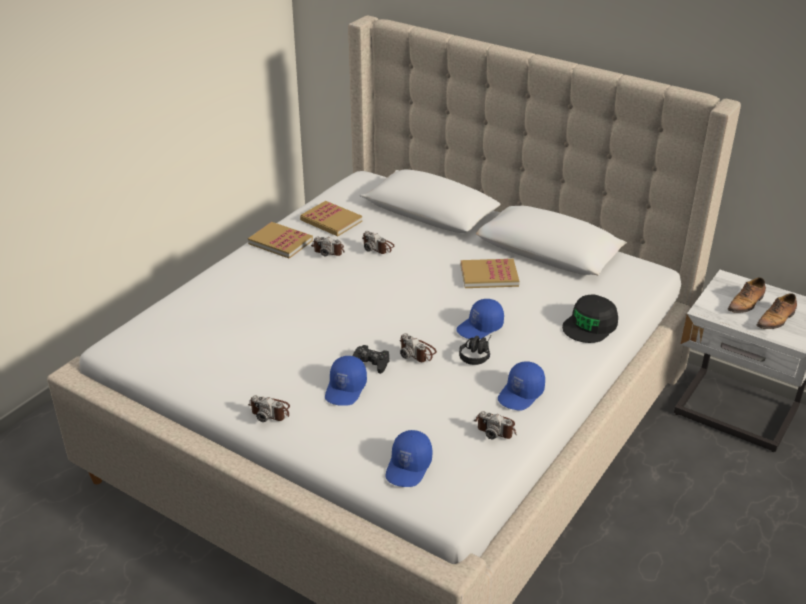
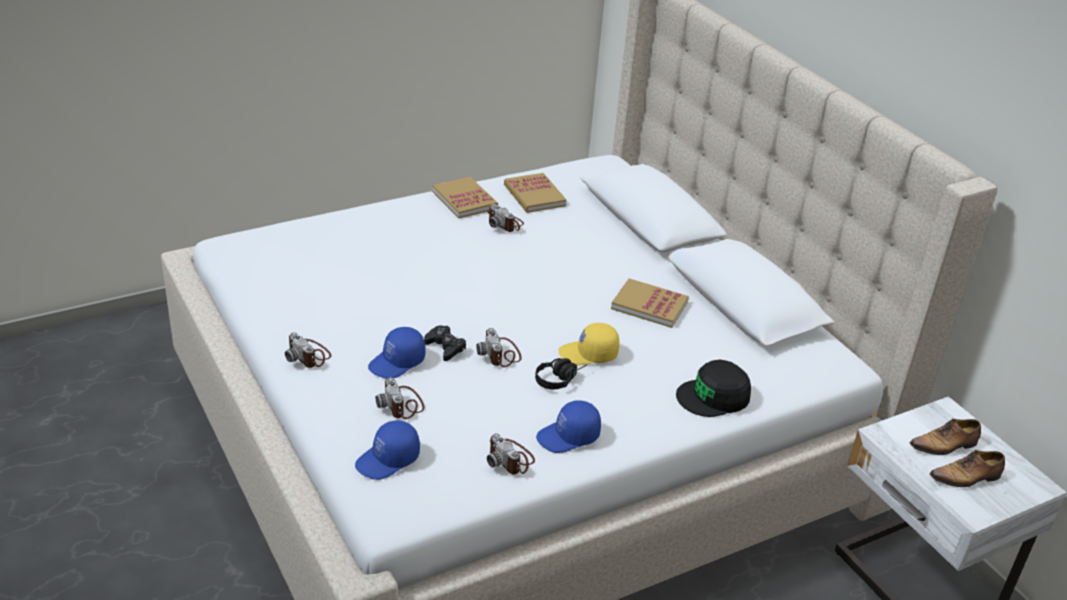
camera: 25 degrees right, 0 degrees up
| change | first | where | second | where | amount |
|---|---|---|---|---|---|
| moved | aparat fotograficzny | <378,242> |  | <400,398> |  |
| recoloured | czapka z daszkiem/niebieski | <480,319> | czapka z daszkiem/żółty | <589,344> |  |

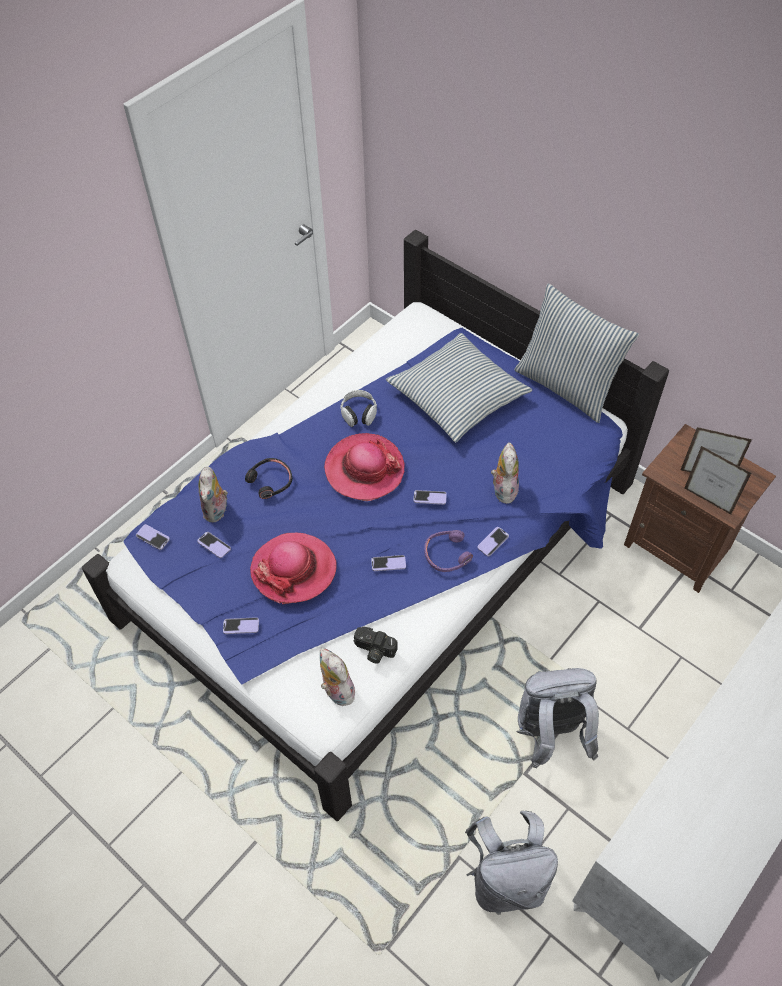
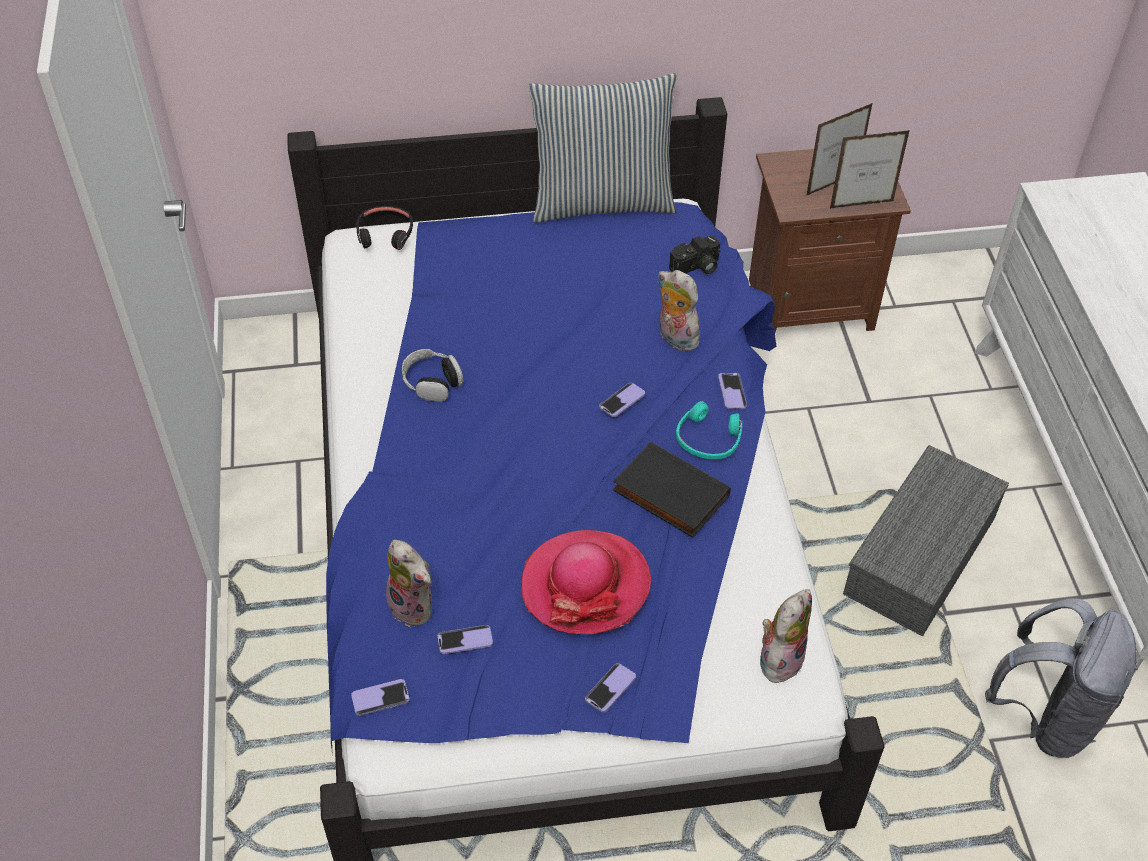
camera: 50 degrees left, 5 degrees down
| change | first | where | second | where | amount |
|---|---|---|---|---|---|
| moved | słuchawki/czarny | <268,478> |  | <384,228> |  |
| turned | pluszak | <338,677> |  | <786,636> | 120 degrees clockwise |
| removed | kapelusz | <364,467> |  |  |  |
| moved | aparat fotograficzny | <376,645> |  | <694,255> |  |
| replaced | telefon | <388,563> | książka/czarny | <672,490> |  |
| removed | poduszka | <459,388> |  |  |  |
| recoloured | słuchawki/fioletowy | <448,551> | słuchawki/turkusowy | <709,430> |  |
| replaced | plecak/szary | <558,718> | pojemnik do przechowywania/szary | <926,540> |  |

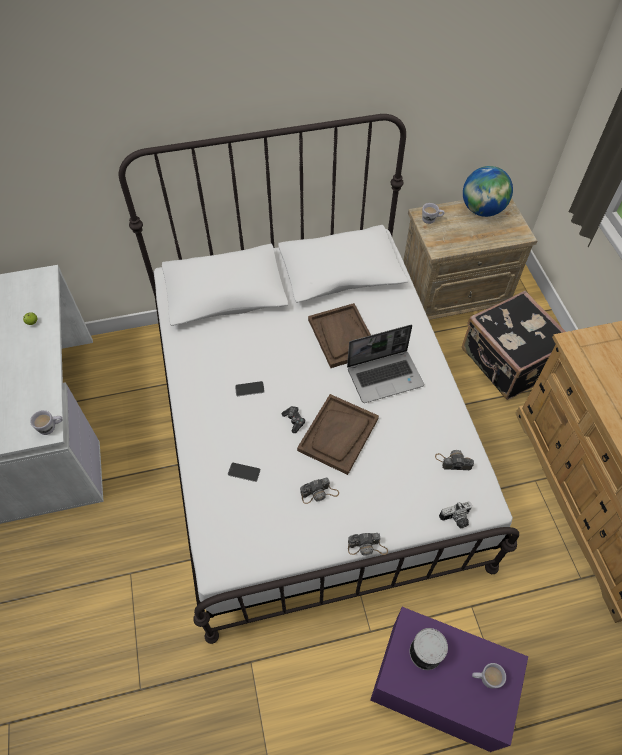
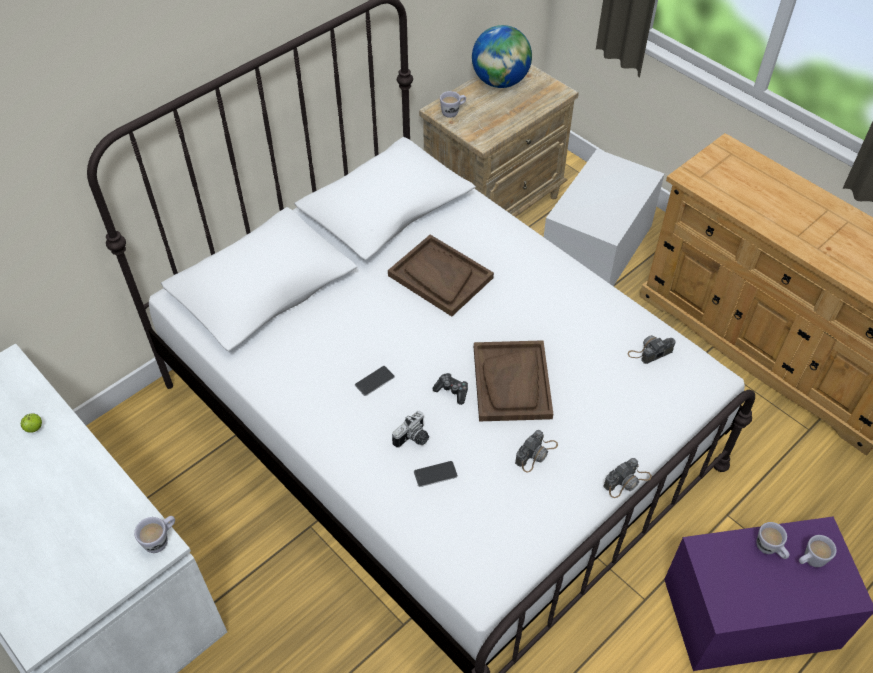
camera: 30 degrees left, 5 degrees down
| change | first | where | second | where | amount |
|---|---|---|---|---|---|
| removed | laptop | <385,364> |  |  |  |
| removed | puszka | <428,649> |  |  |  |
| moved | aparat fotograficzny | <455,514> |  | <410,429> |  |
| replaced | walizka/czarny | <514,345> | pojemnik do przechowywania/biały | <604,217> |  |
| added |  |  | kubek/biały | <772,540> |  |

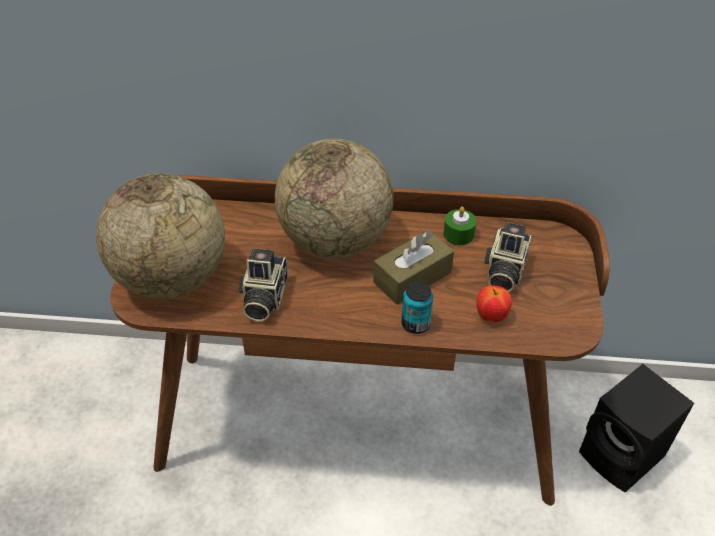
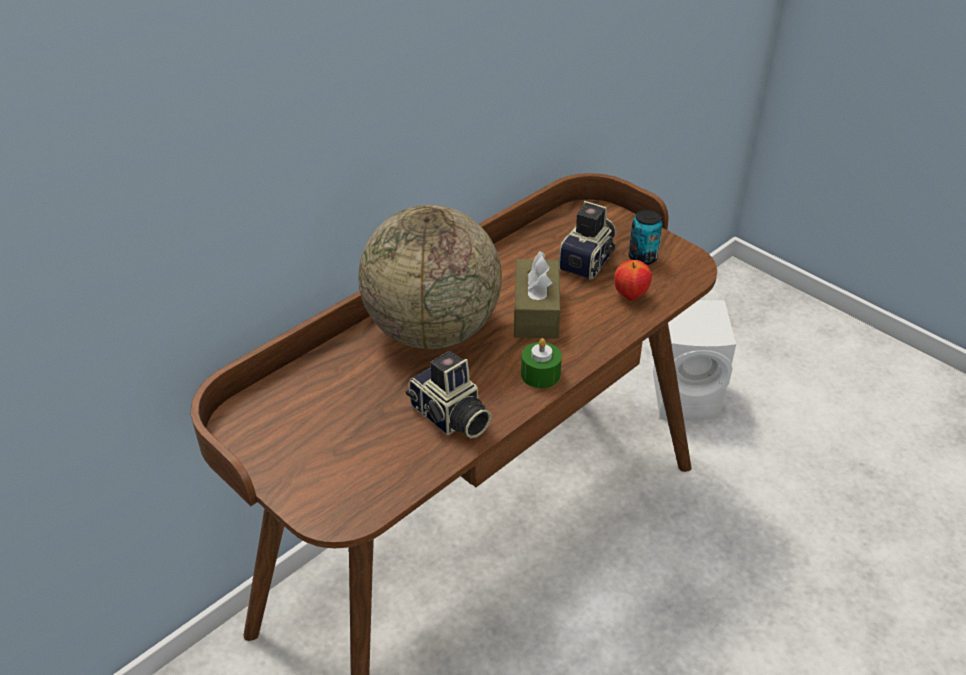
camera: 50 degrees left, 5 degrees down
| change | first | where | second | where | amount |
|---|---|---|---|---|---|
| removed | globus | <160,236> |  |  |  |
| moved | puszka | <417,308> |  | <645,237> |  |
| moved | świeca/zielony | <459,226> |  | <541,363> |  |
| turned | aparat fotograficzny | <508,257> |  | <587,240> | 120 degrees counterclockwise |
| recoloured | głośnik/czarny | <636,428> | głośnik/biały | <694,360> |  |

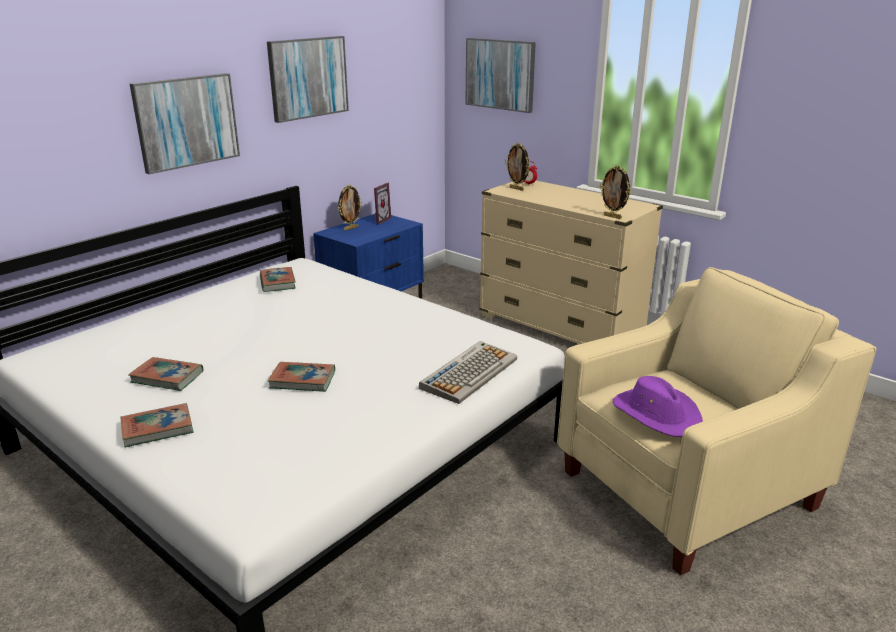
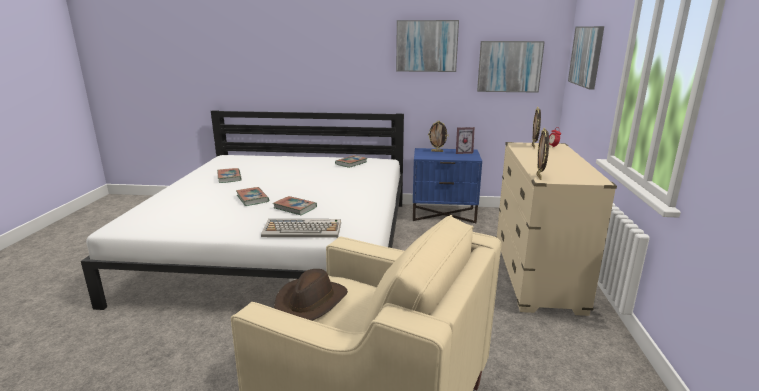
camera: 55 degrees right, 5 degrees down
| change | first | where | second | where | amount |
|---|---|---|---|---|---|
| moved | książka | <157,425> |  | <295,205> |  |
| moved | obraz | <185,123> |  | <511,67> |  |
| recoloured | kapelusz/fioletowy | <658,406> | kapelusz/brązowy | <311,295> |  |

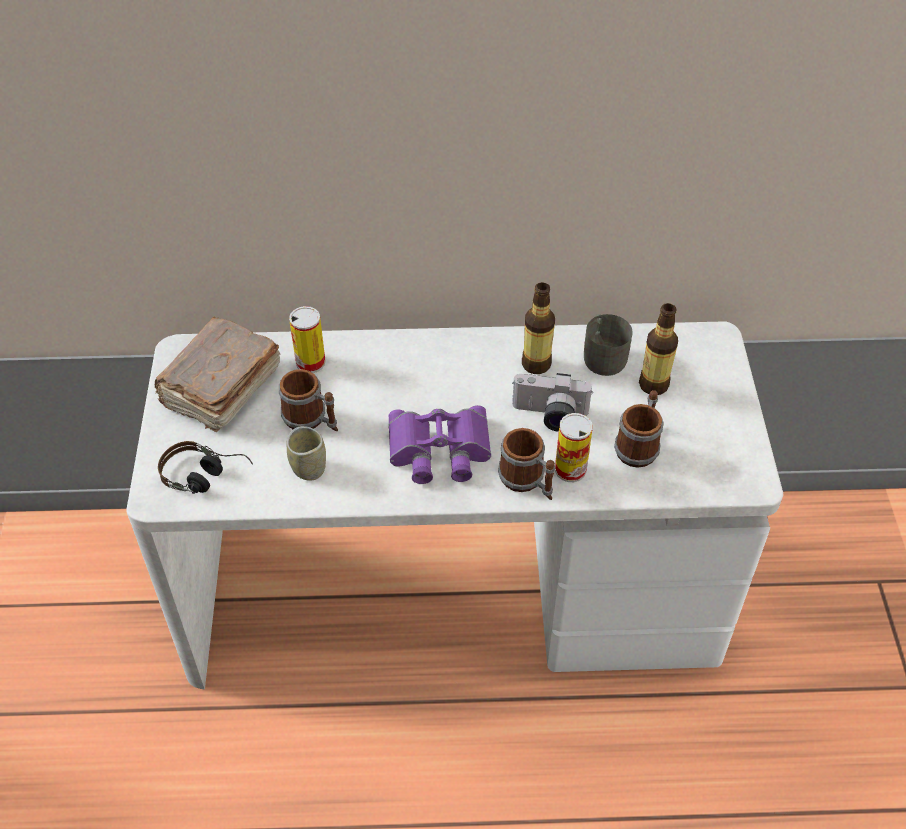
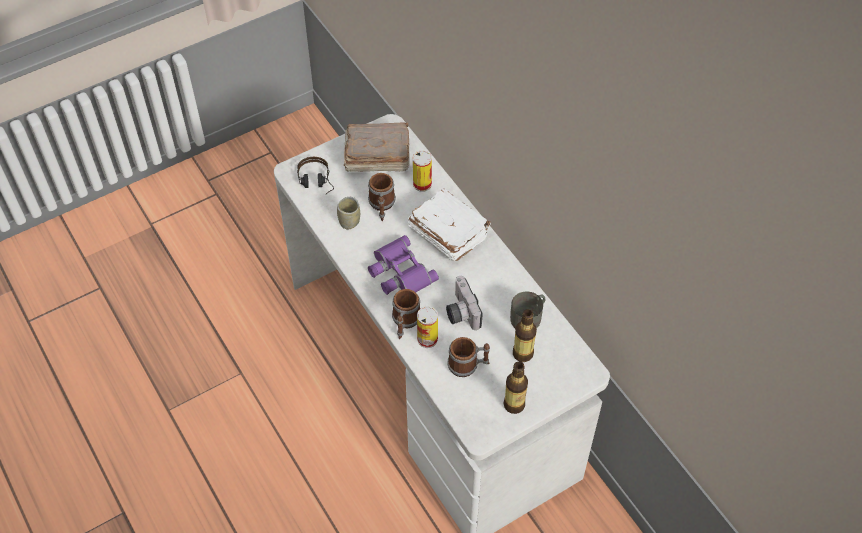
camera: 60 degrees right, 5 degrees up
| change | first | where | second | where | amount |
|---|---|---|---|---|---|
| moved | butelka | <538,328> |  | <515,388> |  |
| added |  |  | książka/biały | <449,225> |  |

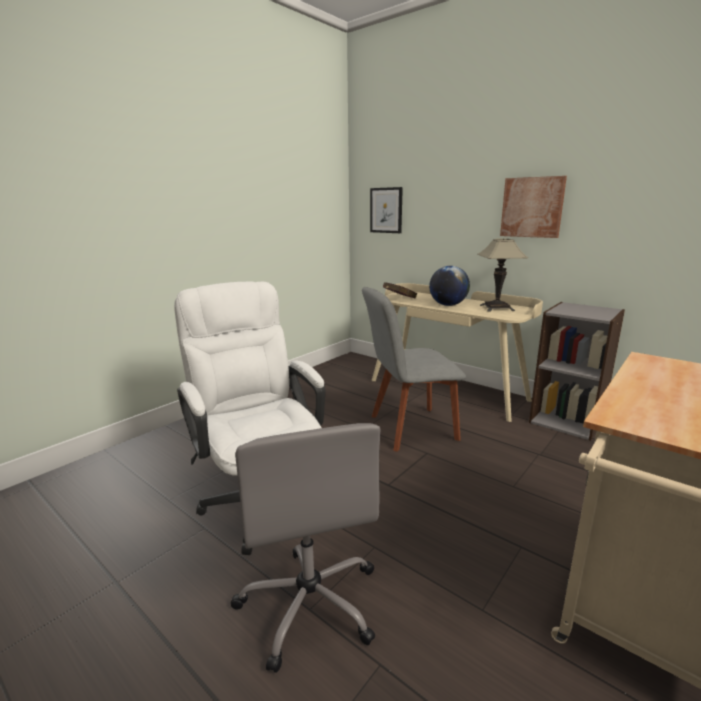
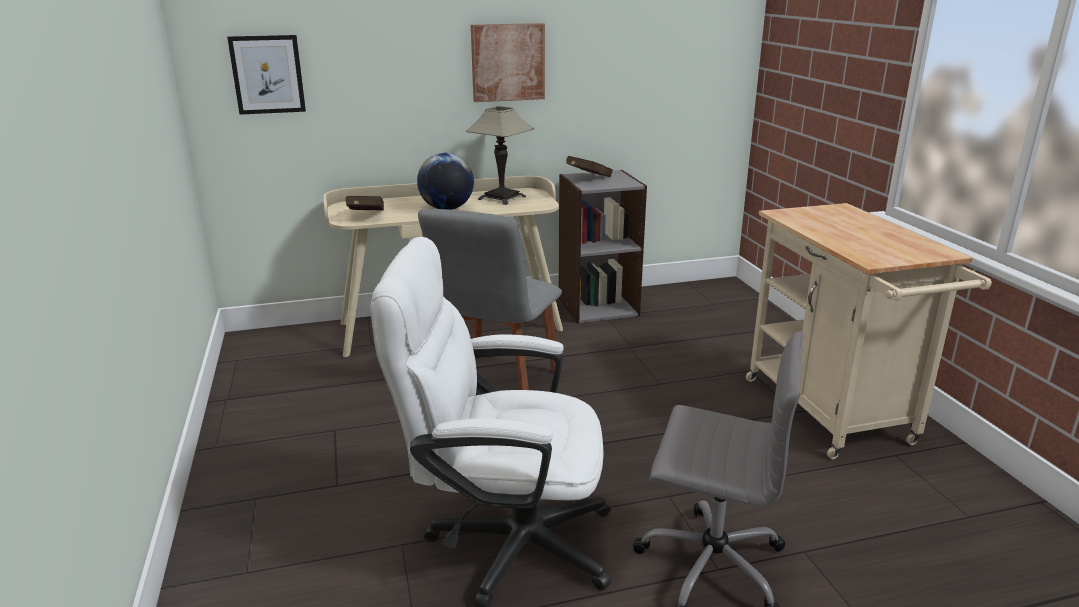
camera: 55 degrees left, 5 degrees up
| change | first | where | second | where | amount |
|---|---|---|---|---|---|
| added |  |  | książka/czerwony | <589,166> |  |

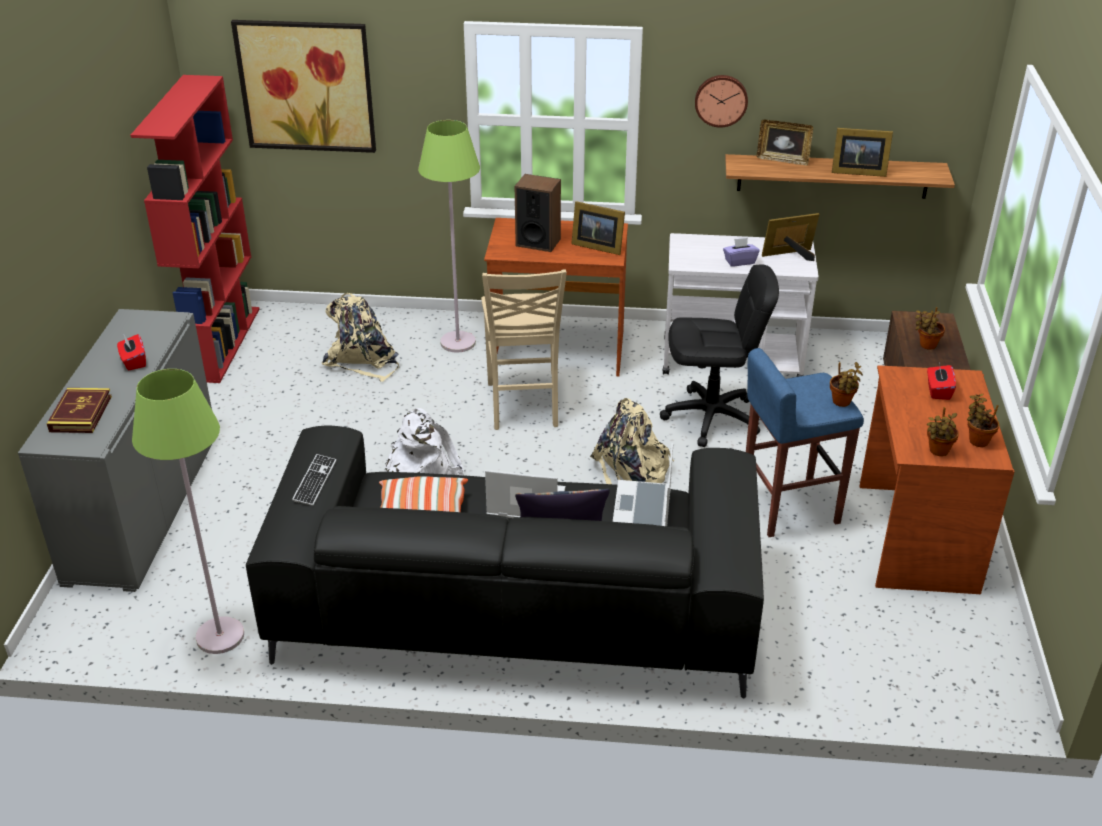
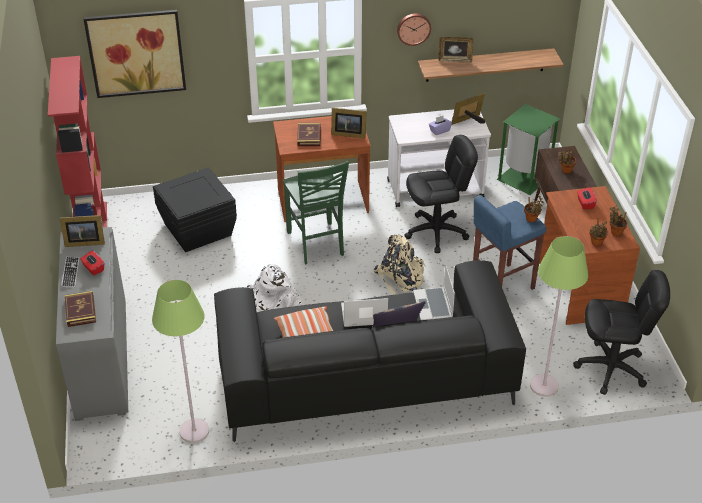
camera: 15 degrees left, 5 degrees up
| change | first | where | second | where | amount |
|---|---|---|---|---|---|
| moved | klawiatura | <314,480> |  | <70,272> |  |
| replaced | plecak/beżowy | <360,337> | pojemnik do przechowywania/czarny | <195,209> |  |
| moved | lampa stojąca/zielony | <449,236> |  | <559,316> |  |
| recoloured | krzesło/beżowy | <524,349> | krzesło/zielony | <316,212> |  |
| replaced | głośnik | <538,213> | książka | <309,134> |  |
| moved | ramka na zdjęcie | <862,152> |  | <82,231> |  |
| added |  |  | kosz na śmieci/zielony | <528,149> |  |
| added |  |  | krzesło biurowe/czarny | <621,332> |  |

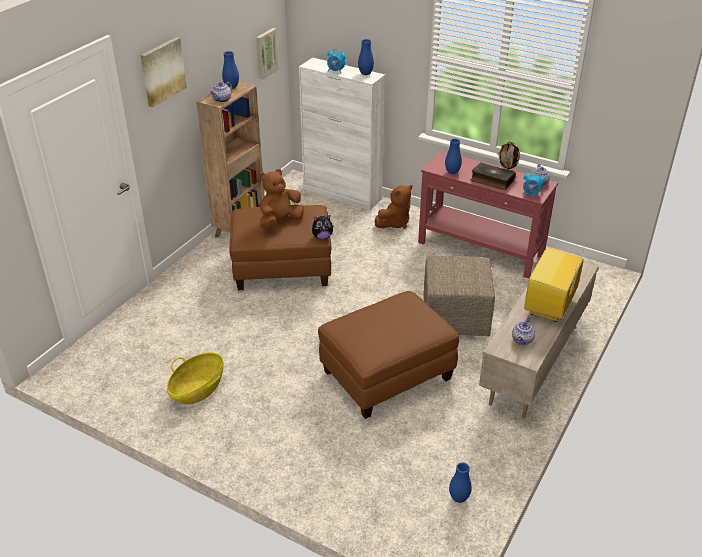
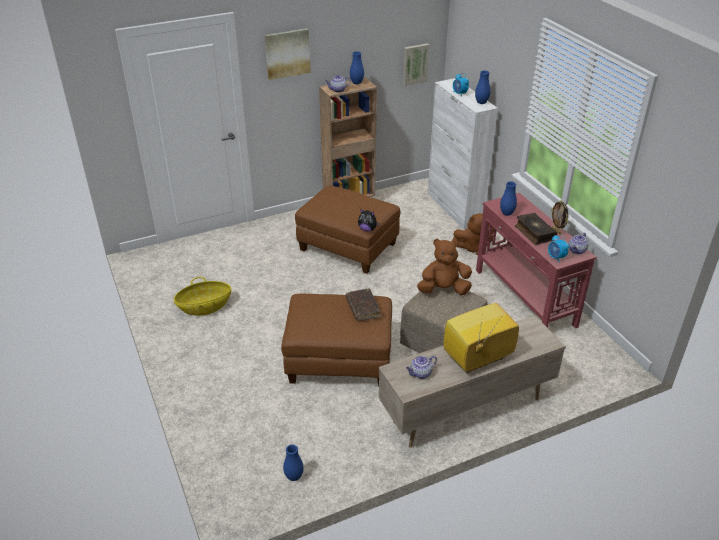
camera: 35 degrees right, 0 degrees up
| change | first | where | second | where | amount |
|---|---|---|---|---|---|
| moved | pluszak/brązowy | <282,198> |  | <444,267> |  |
| added |  |  | książka/brązowy | <363,305> |  |

